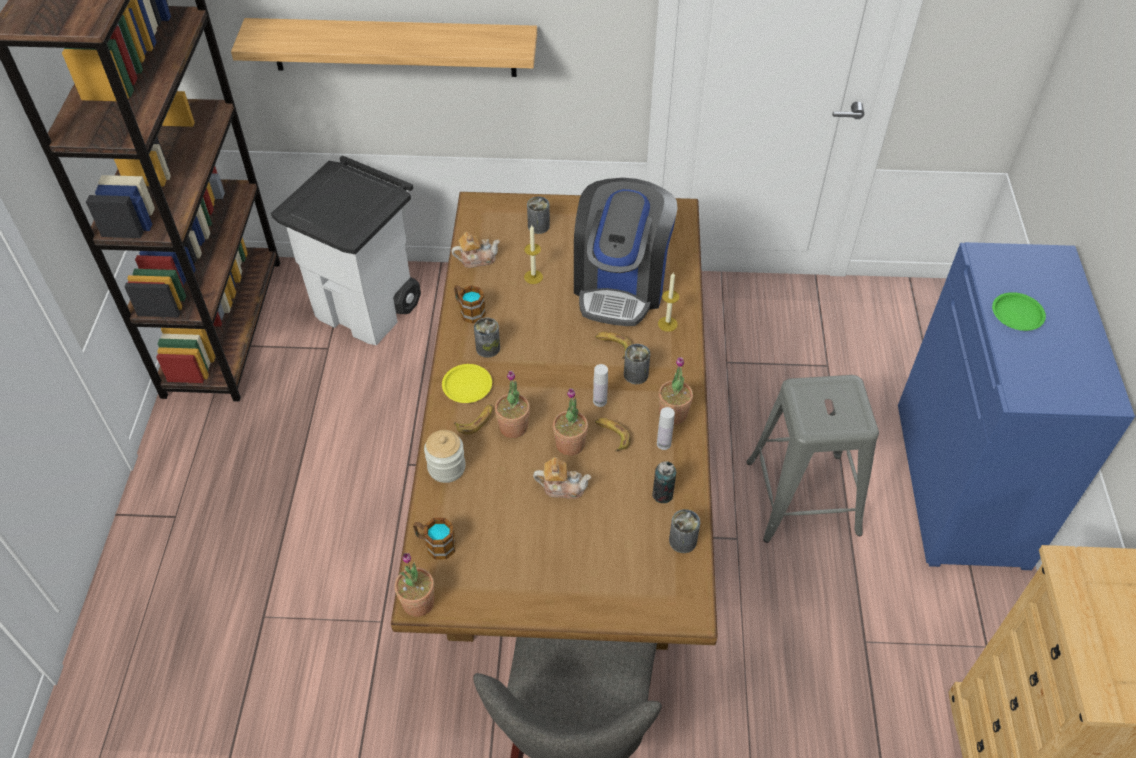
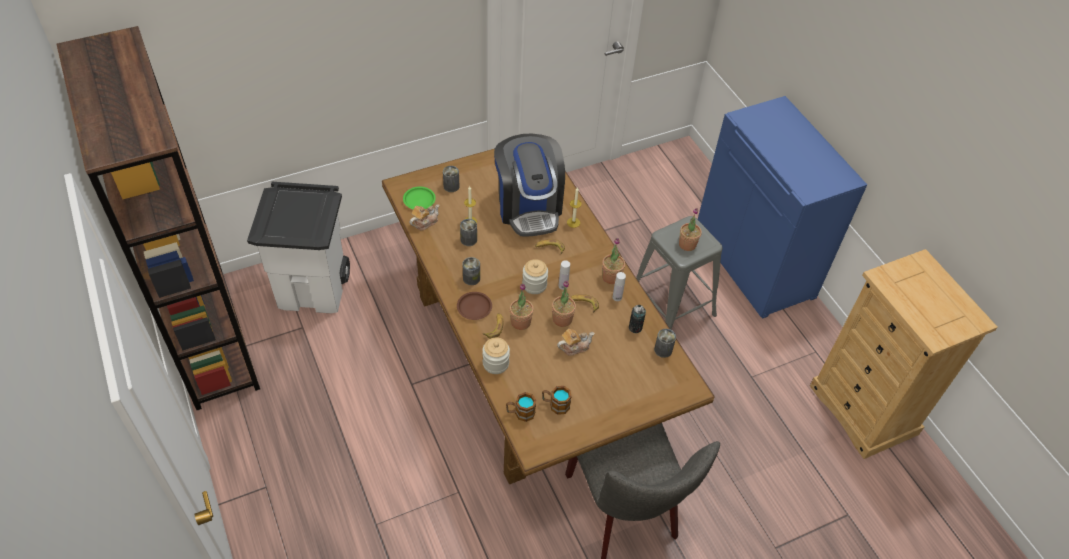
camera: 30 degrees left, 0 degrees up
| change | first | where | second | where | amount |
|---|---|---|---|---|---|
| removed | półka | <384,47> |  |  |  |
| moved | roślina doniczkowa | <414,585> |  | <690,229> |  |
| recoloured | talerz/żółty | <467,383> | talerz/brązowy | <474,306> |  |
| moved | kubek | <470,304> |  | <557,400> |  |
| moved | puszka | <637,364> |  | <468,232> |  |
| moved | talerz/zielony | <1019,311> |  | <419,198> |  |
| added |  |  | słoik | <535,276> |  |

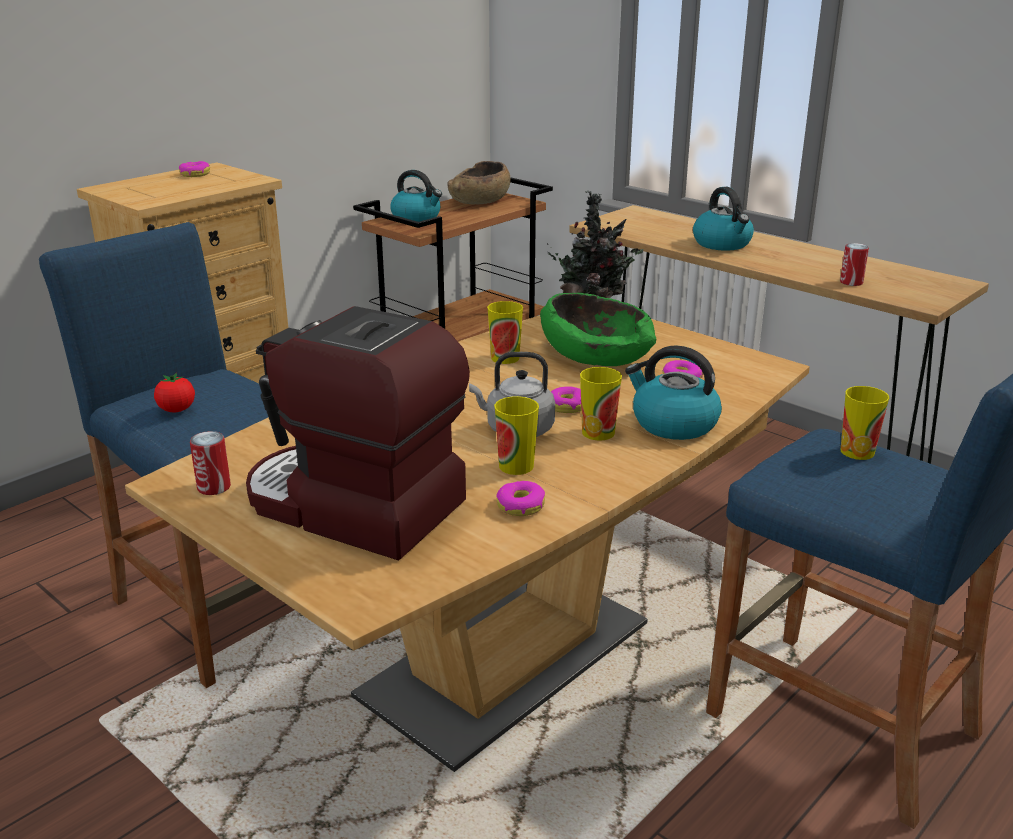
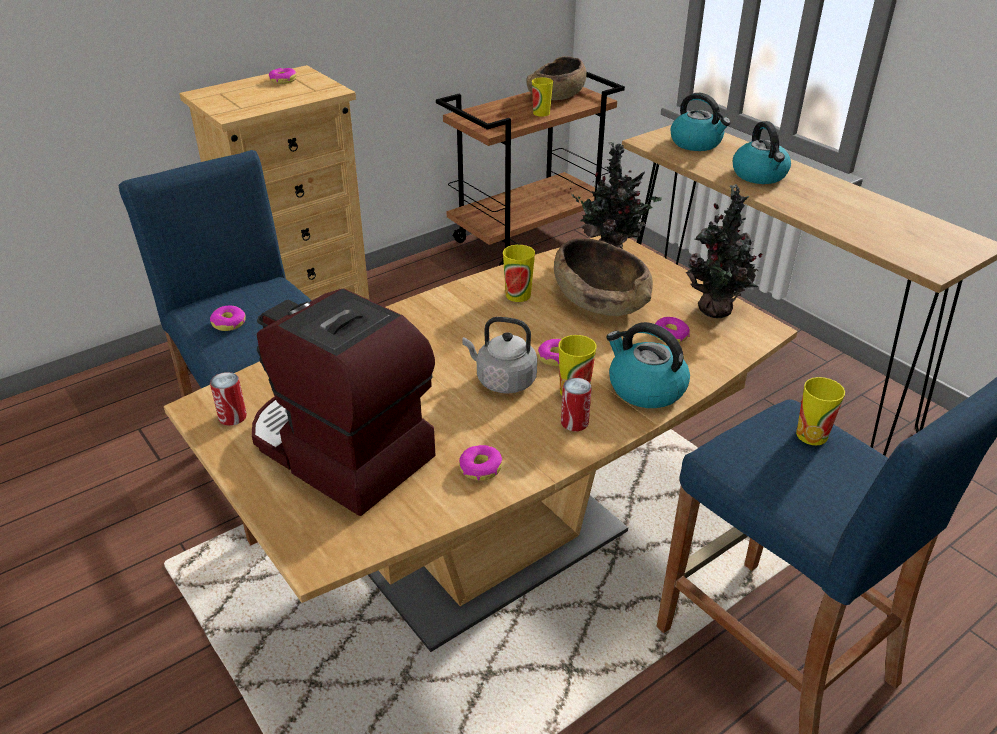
camera: 10 degrees right, 10 degrees up
| change | first | where | second | where | amount |
|---|---|---|---|---|---|
| replaced | pomidor | <174,392> | donut | <228,318> |  |
| moved | czajnik | <416,196> |  | <700,122> |  |
| moved | filiżanka | <516,435> |  | <542,97> |  |
| recoloured | miska/zielony | <598,329> | miska/brązowy | <603,277> |  |
| moved | puszka | <854,264> |  | <576,404> |  |
| added |  |  | roślina doniczkowa | <724,251> |  |

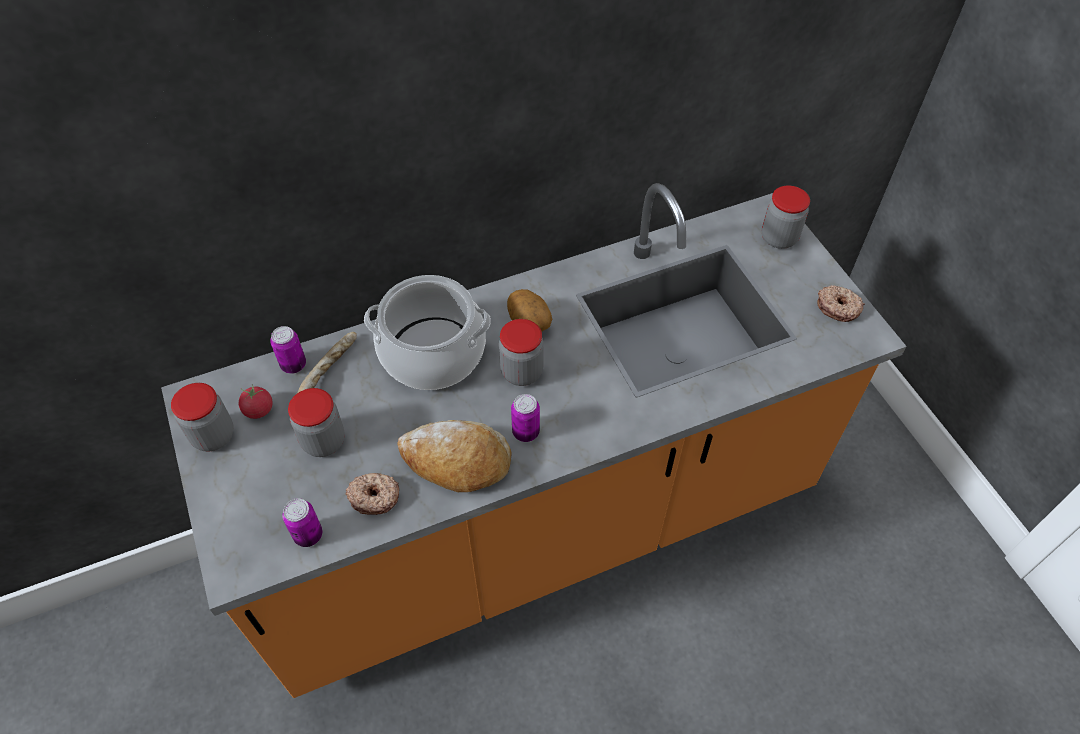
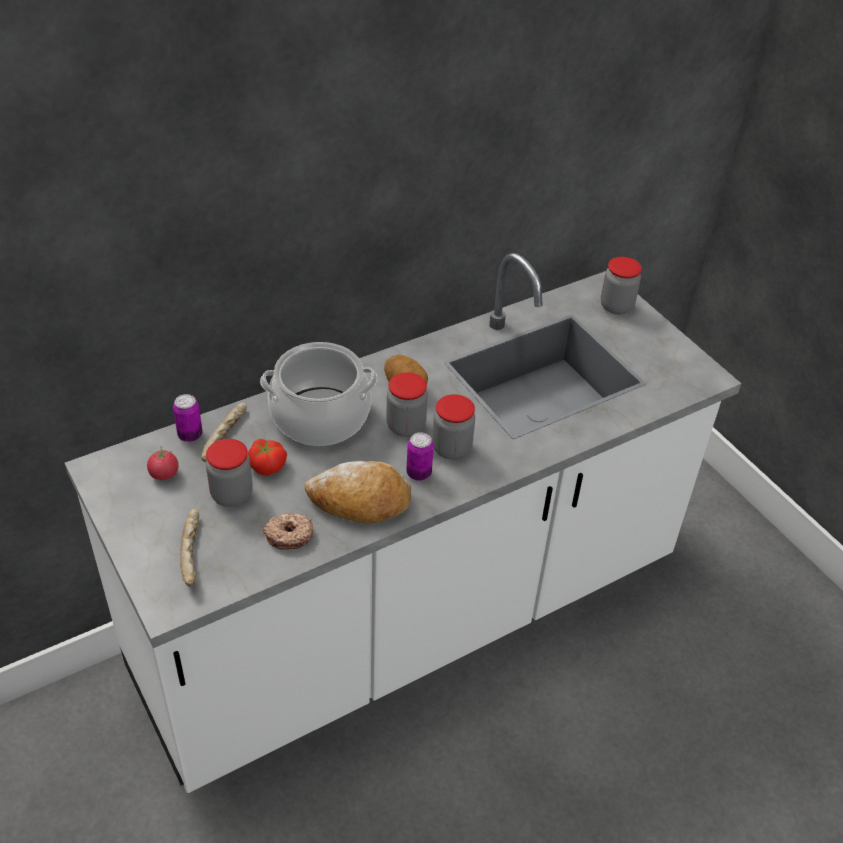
camera: 10 degrees left, 10 degrees down
| change | first | where | second | where | amount |
|---|---|---|---|---|---|
| recoloured | zabudowa kuchenna/pomarańczowy | <534,440> | zabudowa kuchenna/biały | <403,523> |  |
| moved | słoik | <202,417> |  | <453,427> |  |
| removed | puszka | <302,522> |  |  |  |
| removed | donut | <841,303> |  |  |  |
| added |  |  | chleb | <189,548> |  |
| added |  |  | pomidor | <267,457> |  |

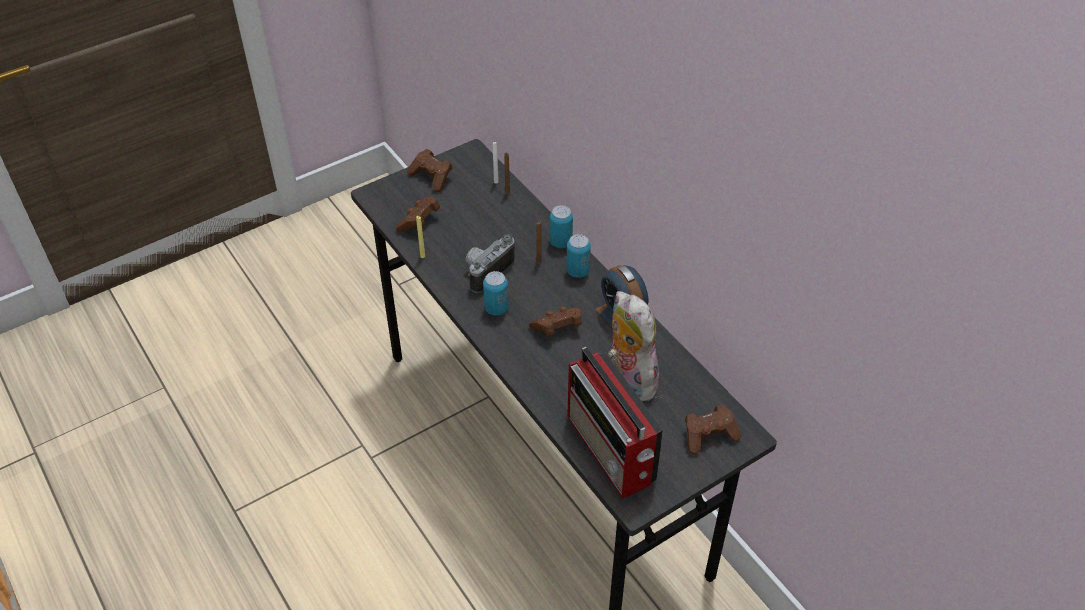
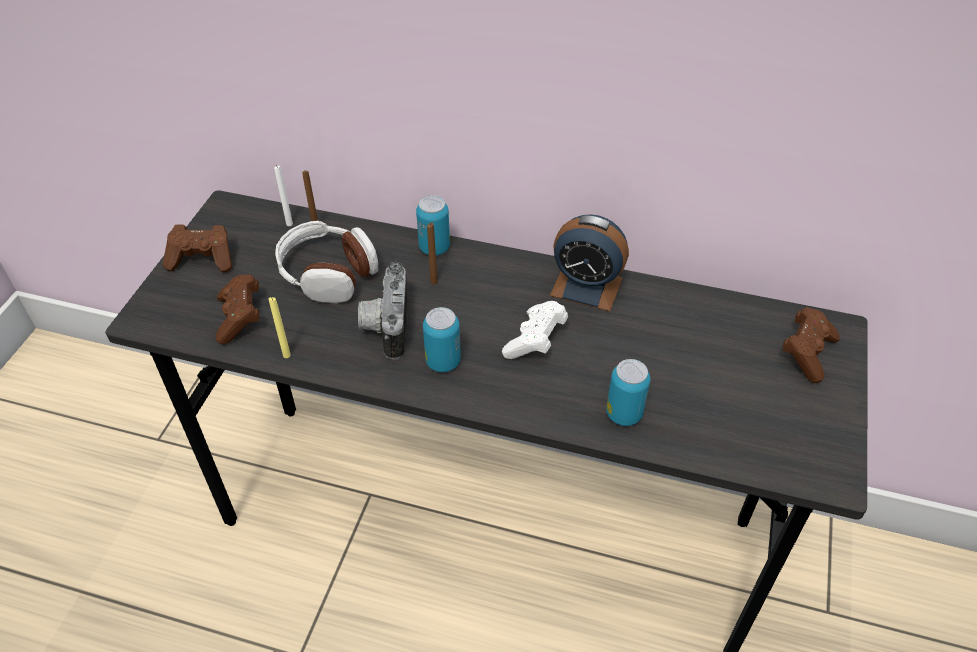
camera: 40 degrees left, 0 degrees up
| change | first | where | second | where | amount |
|---|---|---|---|---|---|
| recoloured | pad do gier/brązowy | <555,321> | pad do gier/biały | <535,330> |  |
| moved | puszka | <578,256> |  | <628,392> |  |
| removed | radio | <615,423> |  |  |  |
| removed | pluszak | <633,346> |  |  |  |
| added |  |  | słuchawki | <326,262> |  |

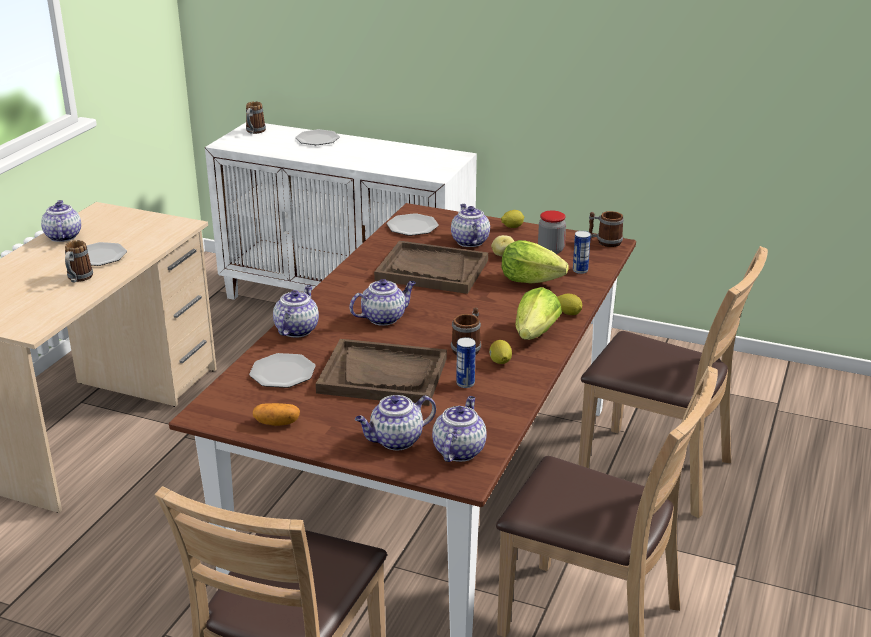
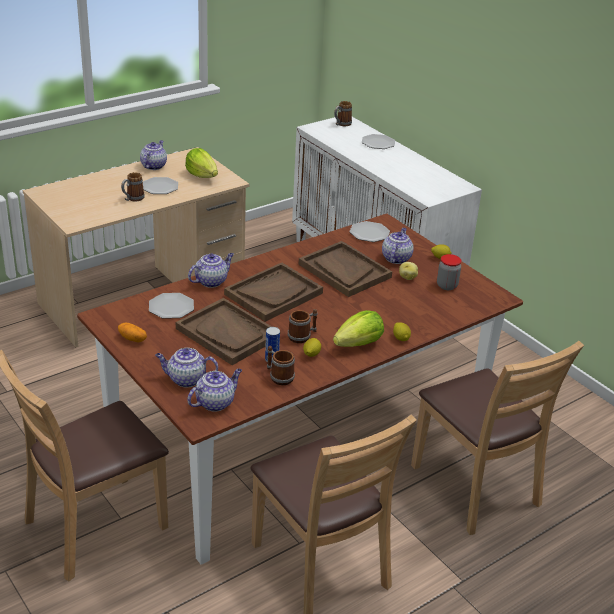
camera: 30 degrees right, 5 degrees up
| change | first | where | second | where | amount |
|---|---|---|---|---|---|
| replaced | imbryk | <383,302> | taca/brązowy | <273,292> |  |
| moved | sałata | <535,262> |  | <201,163> |  |
| removed | puszka | <582,252> |  |  |  |
| moved | kubek | <606,229> |  | <281,365> |  |

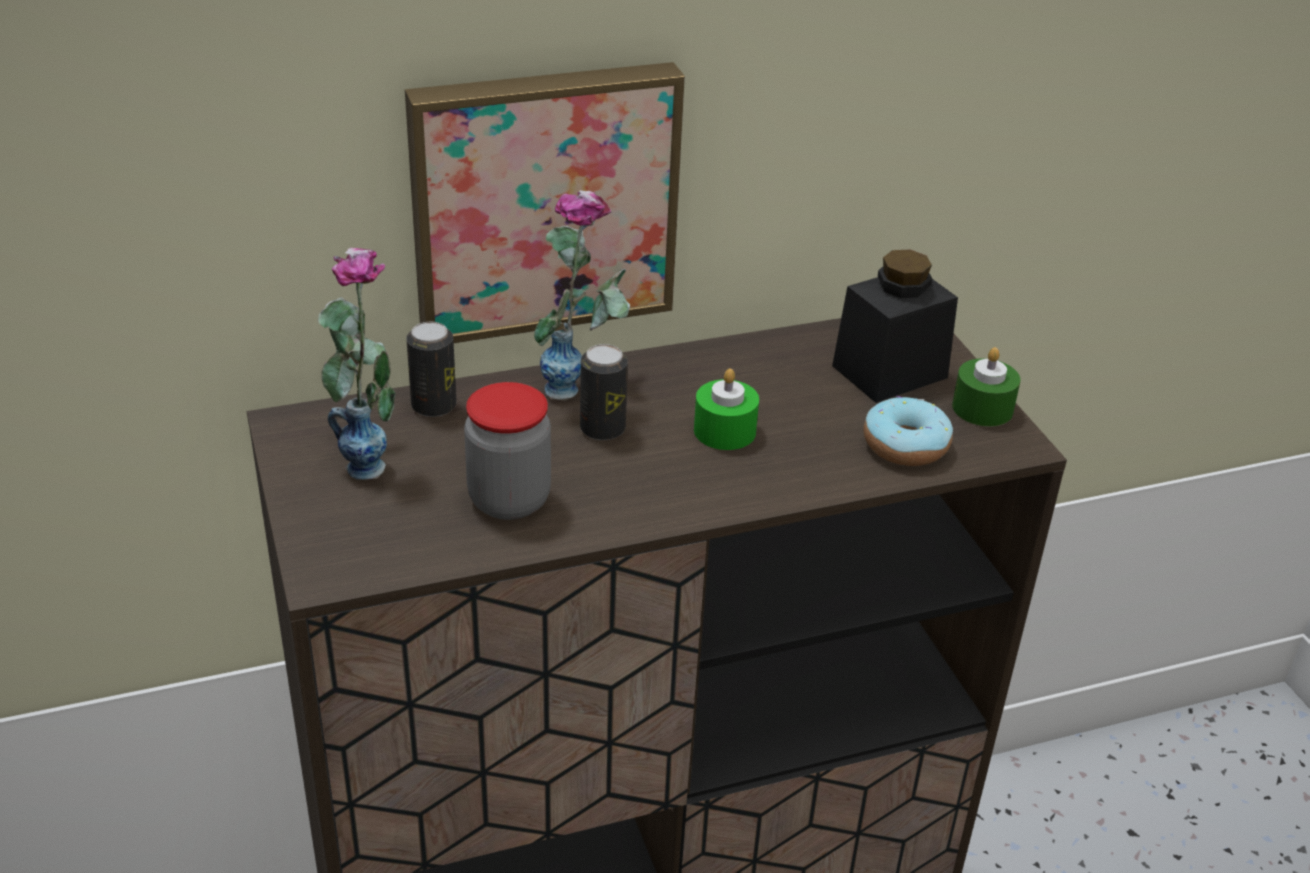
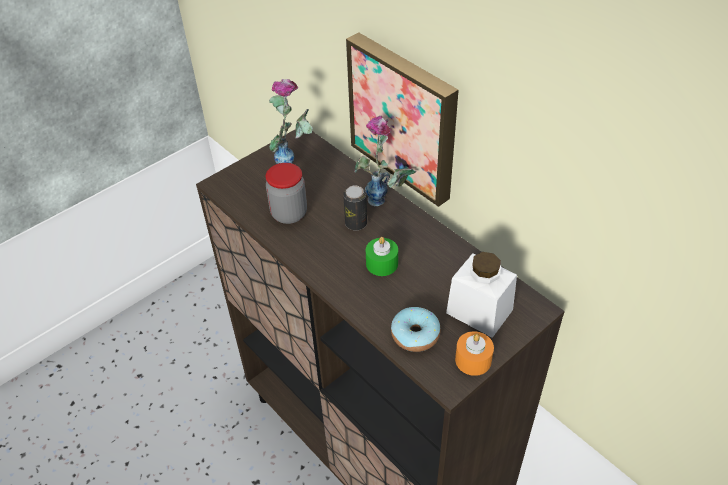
camera: 70 degrees right, 10 degrees up
| change | first | where | second | where | amount |
|---|---|---|---|---|---|
| removed | puszka | <431,369> |  |  |  |
| recoloured | słoik/czarny | <895,326> | słoik/biały | <481,295> |  |
| recoloured | świeca/zielony | <986,387> | świeca/pomarańczowy | <474,353> |  |

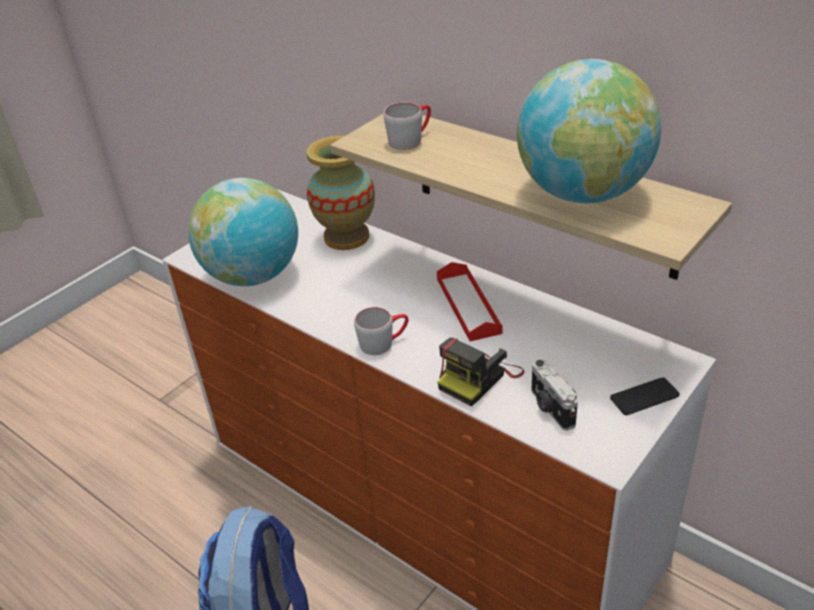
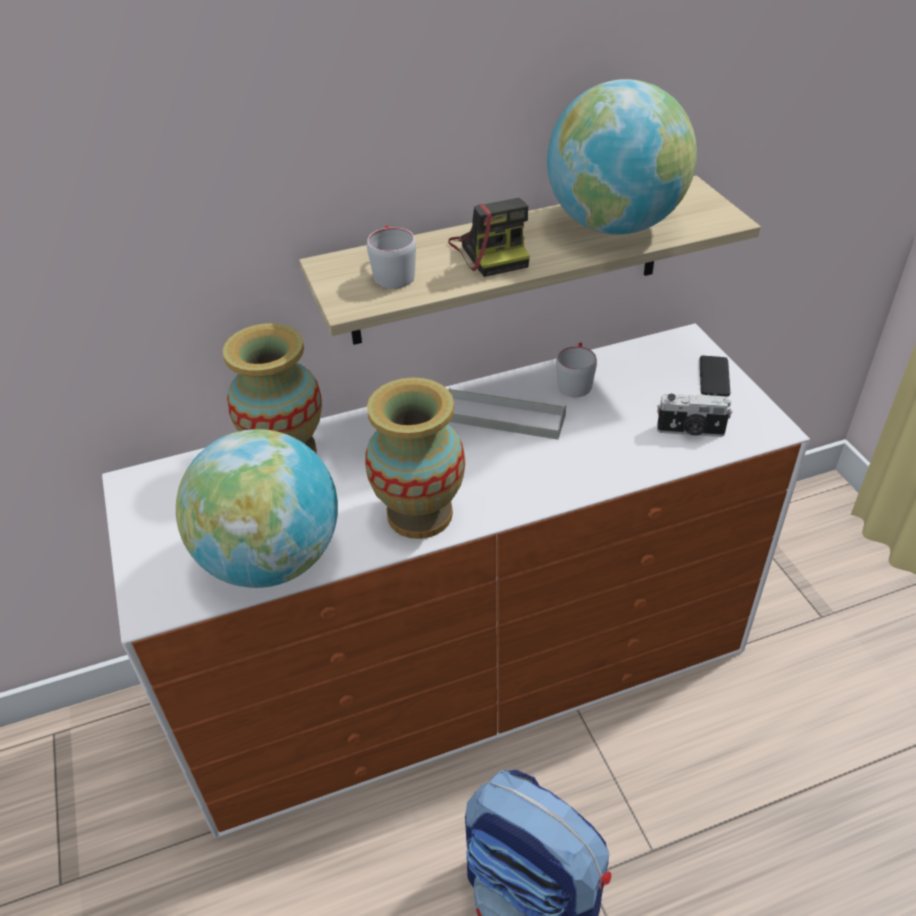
camera: 60 degrees left, 5 degrees up
| change | first | where | second | where | amount |
|---|---|---|---|---|---|
| moved | kubek/szary | <381,331> |  | <576,369> |  |
| recoloured | taca/czerwony | <469,301> | taca/szary | <507,414> |  |
| moved | aparat fotograficzny | <480,372> |  | <489,237> |  |
| added |  |  | wazon | <415,458> |  |

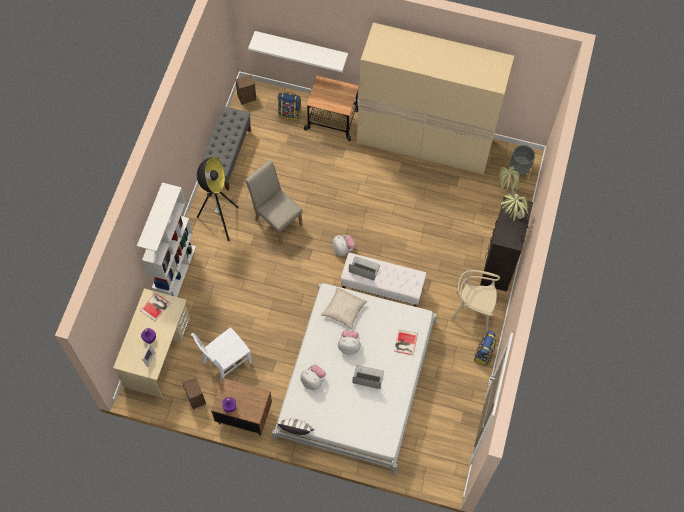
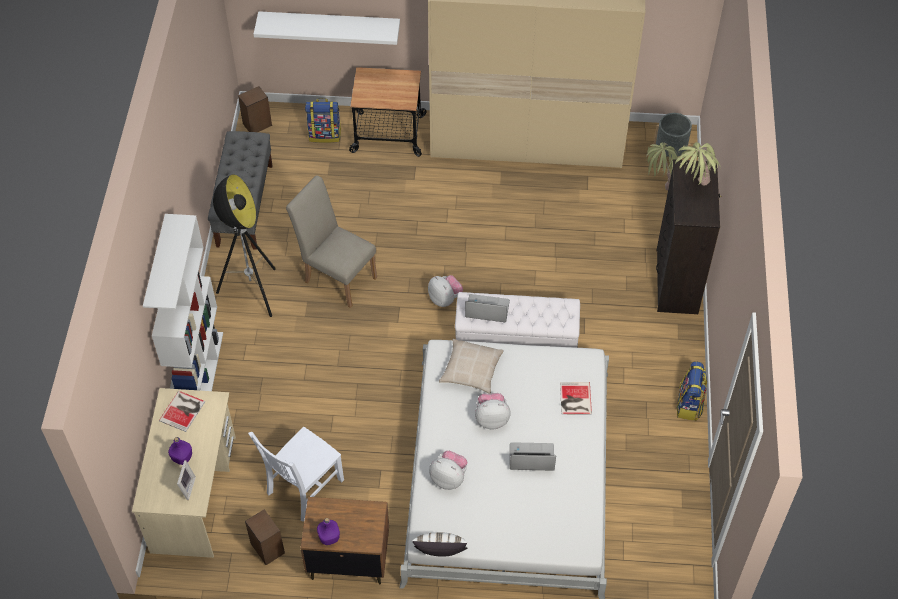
camera: 10 degrees left, 10 degrees down
| change | first | where | second | where | amount |
|---|---|---|---|---|---|
| removed | krzesło/beżowy | <475,301> |  |  |  |

